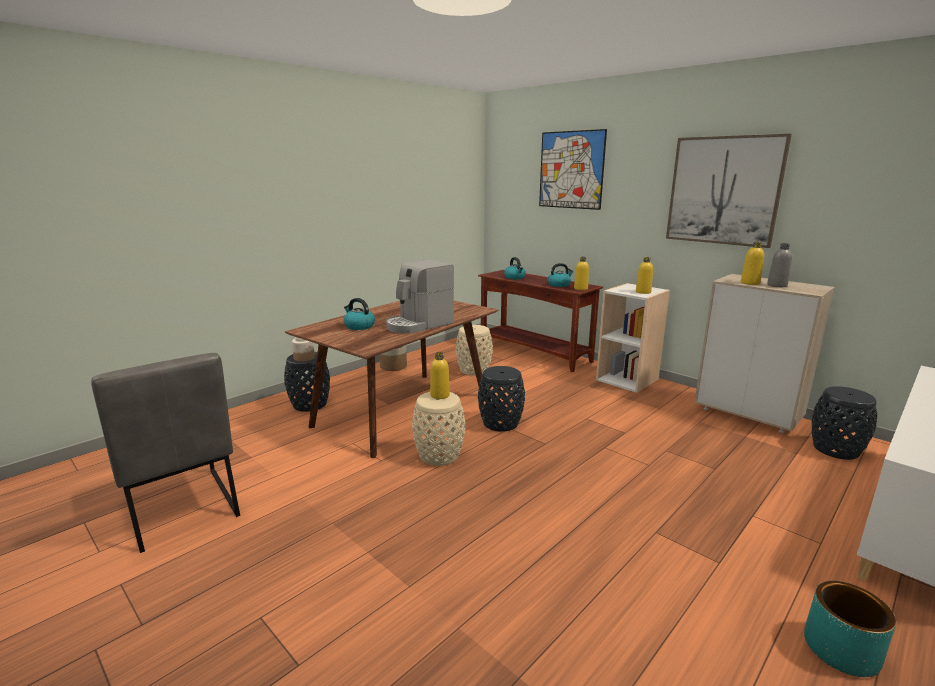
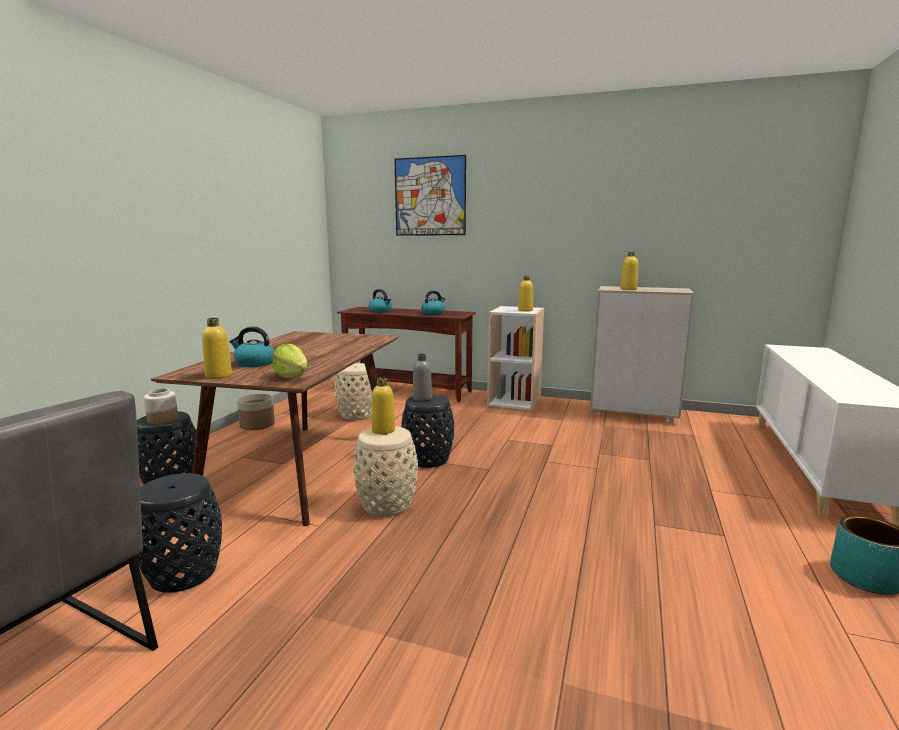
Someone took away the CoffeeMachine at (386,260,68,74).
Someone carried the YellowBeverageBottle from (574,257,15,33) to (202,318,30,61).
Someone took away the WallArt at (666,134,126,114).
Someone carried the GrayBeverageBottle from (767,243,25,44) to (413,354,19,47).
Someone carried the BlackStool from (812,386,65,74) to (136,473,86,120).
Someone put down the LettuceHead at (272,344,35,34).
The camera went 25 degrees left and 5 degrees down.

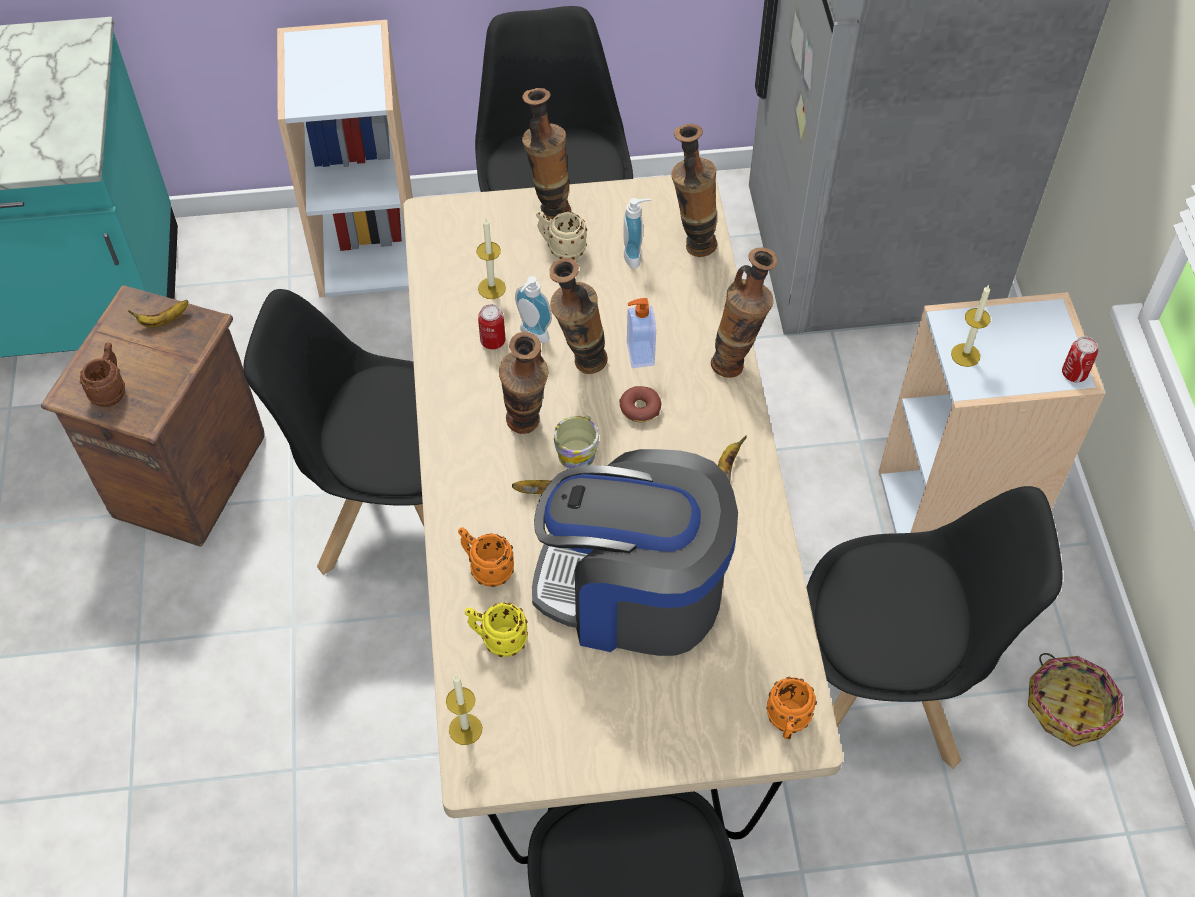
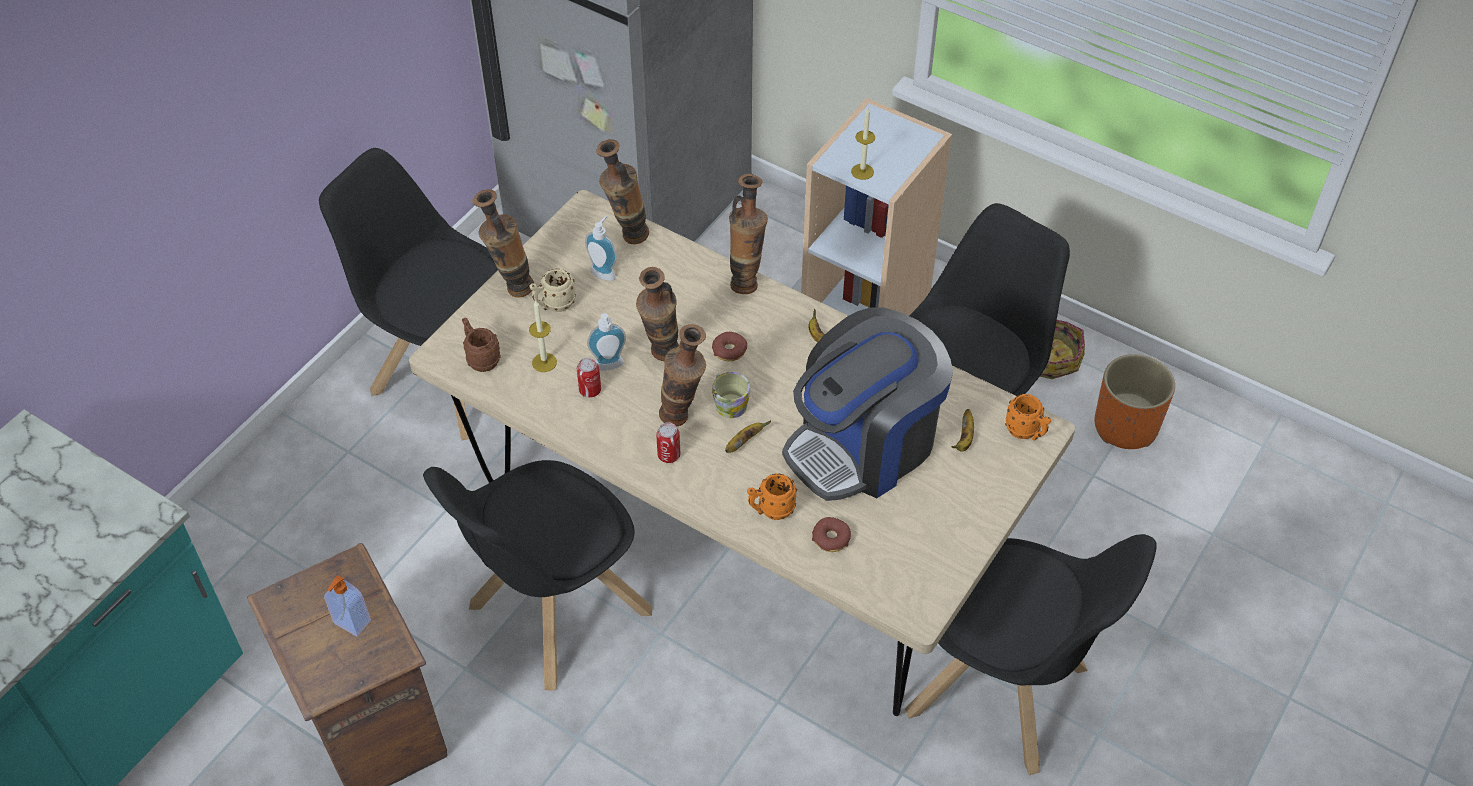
Someone carried the BrownTeaMug from (80,342,45,65) to (462,318,39,54).
Someone carried the BananaFruit from (128,300,61,27) to (952,409,22,42).
Someone took away the ShelvingUnit at (277,20,136,277).
Someone took away the Candle at (446,675,36,70).
Someone swapped the YellowTeaMug at (465,602,63,55) for the RingDoughnut at (812,517,39,35).
Someone carried the SoapBottle from (627,298,29,70) to (324,575,47,61).
Someone carried the SealedCan from (1062,336,36,46) to (656,422,24,41).
Someone put down the OrangeyPlanter at (1095,354,80,95).
The camera went 50 degrees left and 5 degrees down.

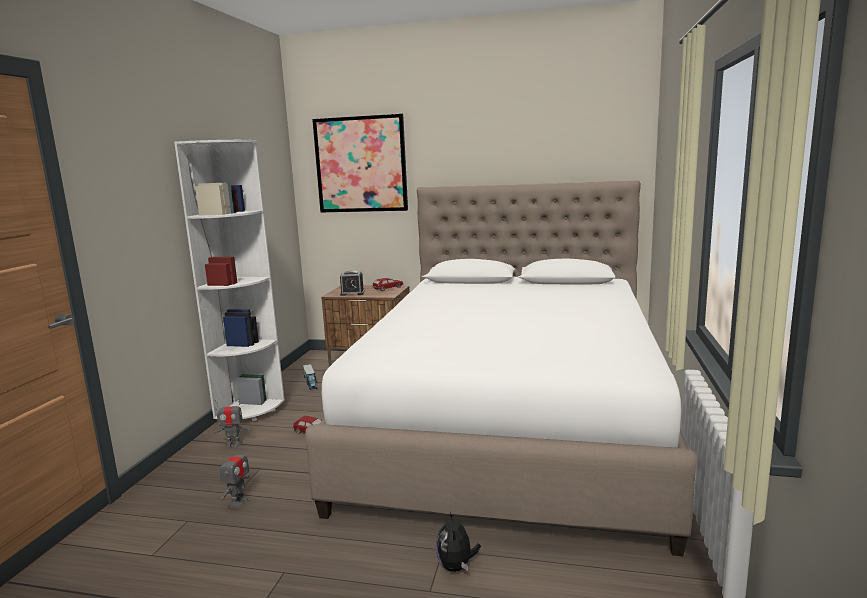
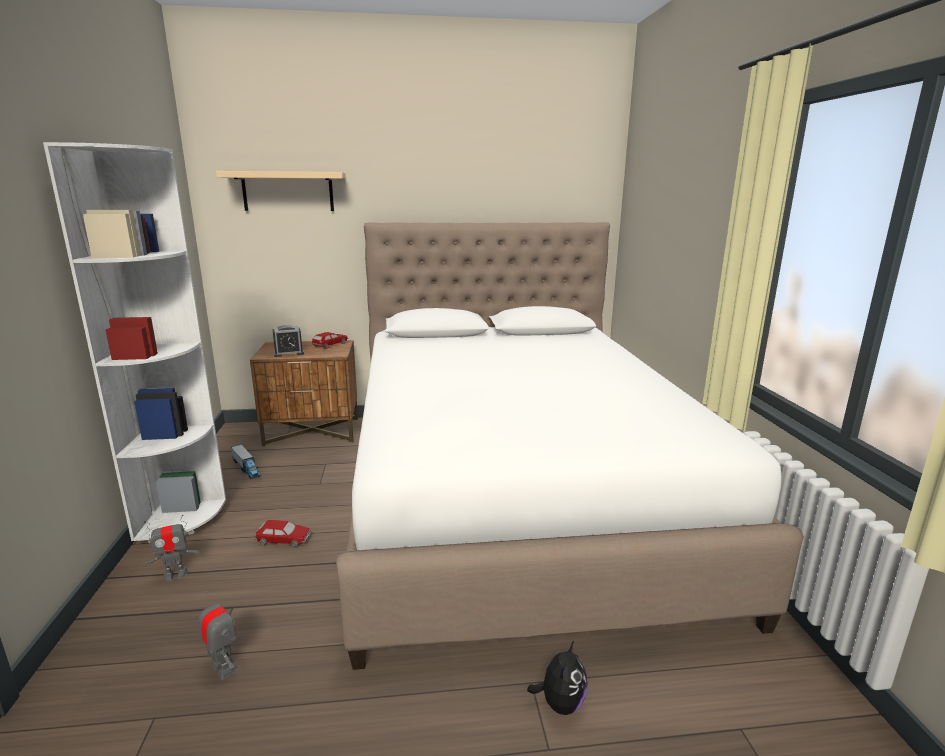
Someone rotated the RobotFigure at (220,443,30,65) by 45 degrees counterclockwise.
Someone swapped the WallArt at (312,114,96,99) for the BeigeColouredBracketShelf at (216,171,130,40).
Someone rotated the CuddlyToy at (436,512,45,60) by 135 degrees counterclockwise.
The camera went 20 degrees left and 5 degrees up.

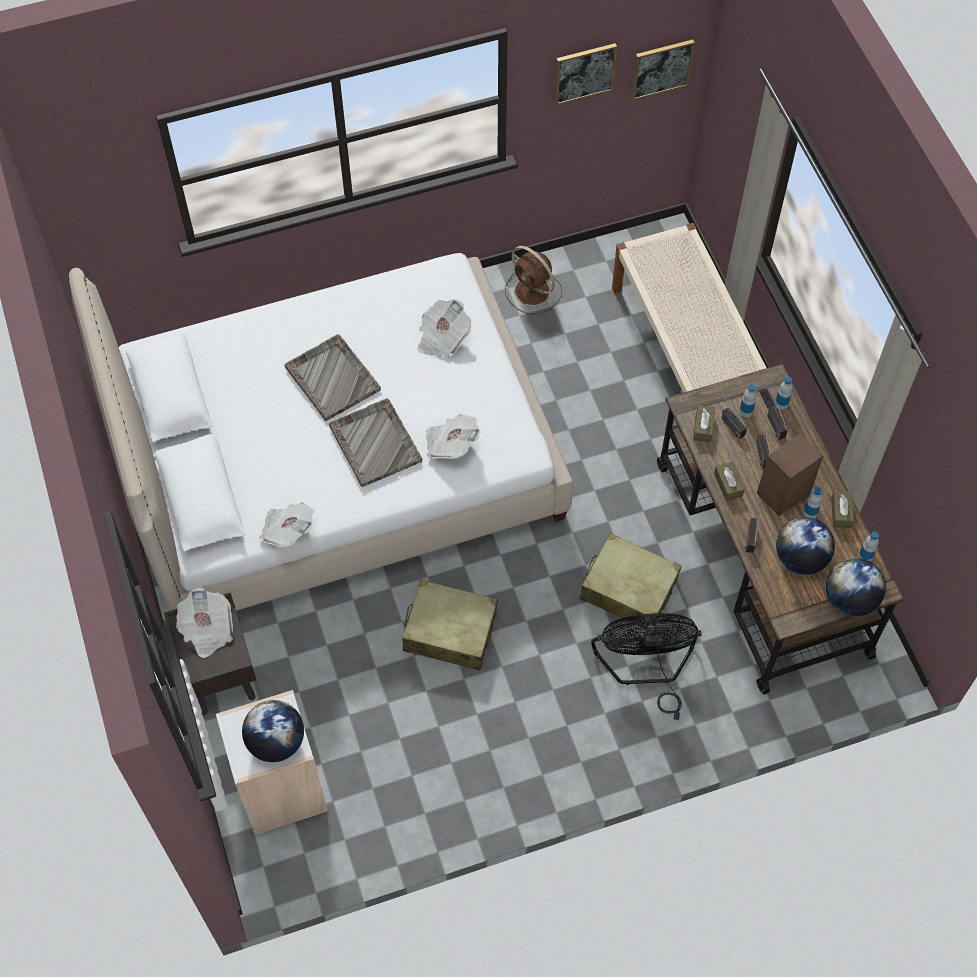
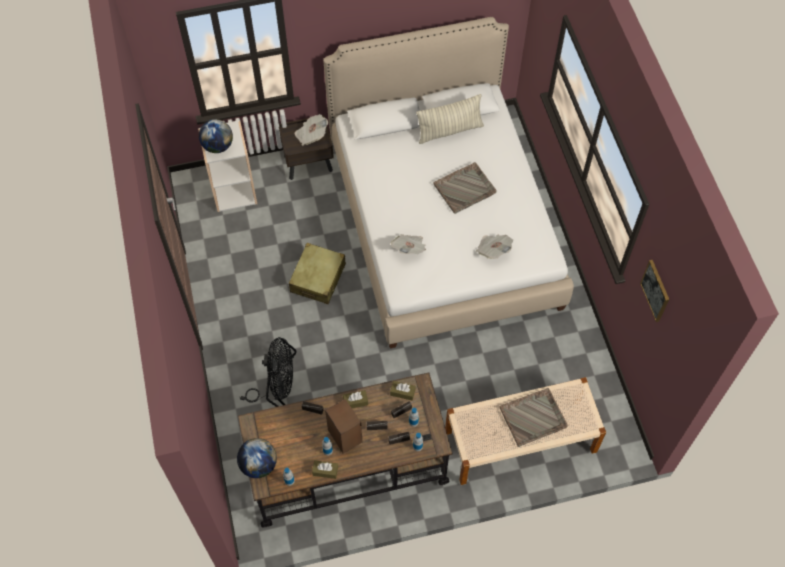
Someone took away the Newspaper at (259,503,55,45).
Someone carried the GrayServingTray from (329,398,93,89) to (499,388,69,59).
Someone took away the BrownElectricFan at (505,246,57,69).
Someone took away the BeigeColouredSuitcase at (580,533,101,95).
Someone took away the WallArt at (631,39,64,61).
Someone took away the Globe at (776,517,59,58).
Someone put down the ThrowPillow at (416,94,68,50).
The camera went 95 degrees right and 0 degrees up.

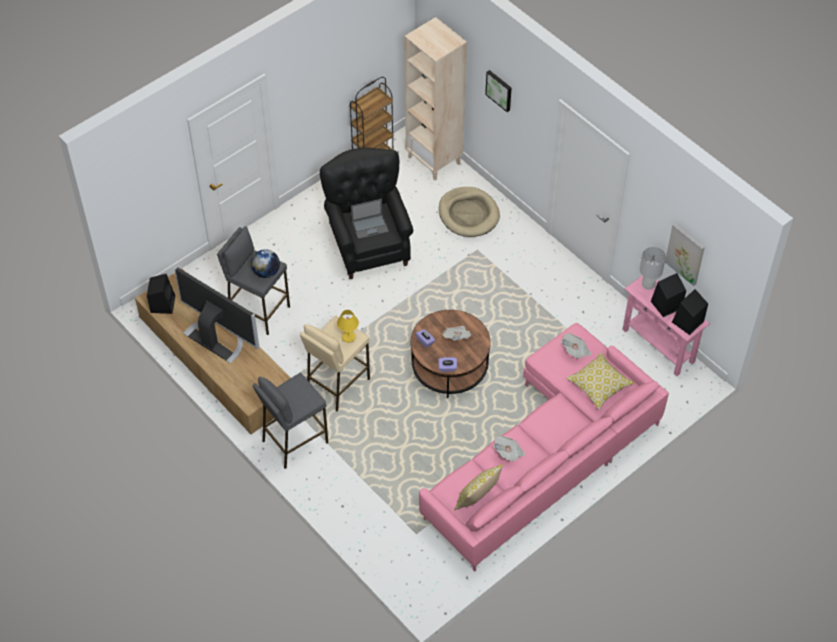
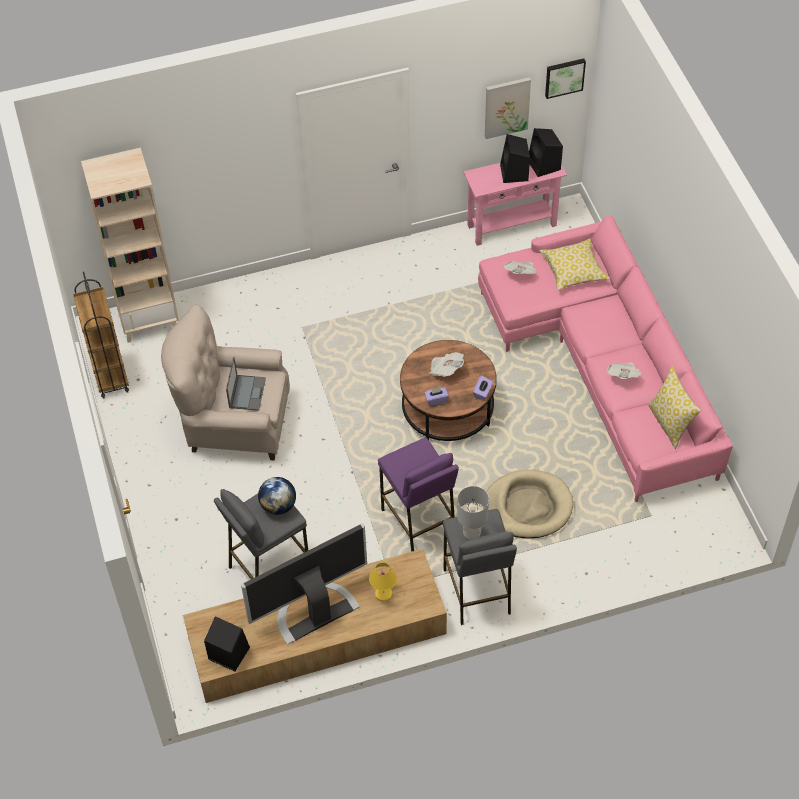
Someone repainted the BeigeColouredStool at (300,316,70,95), which became the PurpleStool at (378,437,81,115).
Someone repainted the BlackLoungeChair at (320,147,93,132), which became the BeigeColouredLoungeChair at (161,305,129,155).
Someone carried the YellowLampForATable from (337,310,22,33) to (369,562,28,39).
Someone carried the BeigeColouredDogBed from (439,187,61,50) to (483,470,90,68).
Someone carried the WallArt from (485,70,27,42) to (545,59,41,40).
Someone carried the GrayLampForATable from (640,247,26,43) to (457,486,32,54).
The camera went 65 degrees left and 0 degrees up.

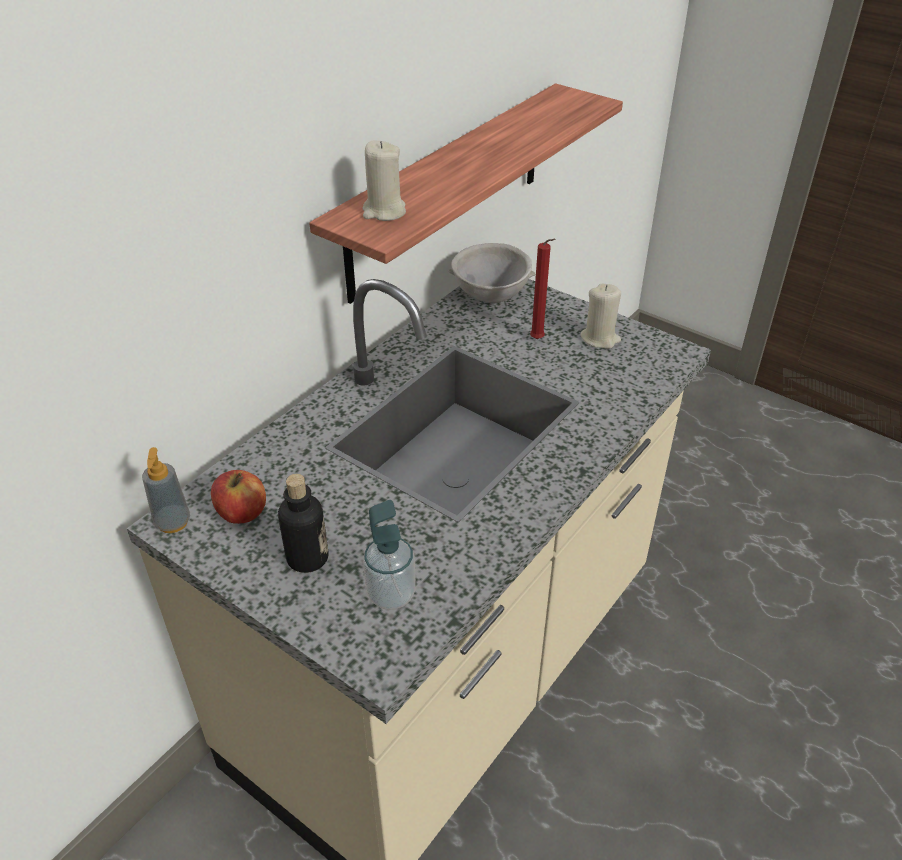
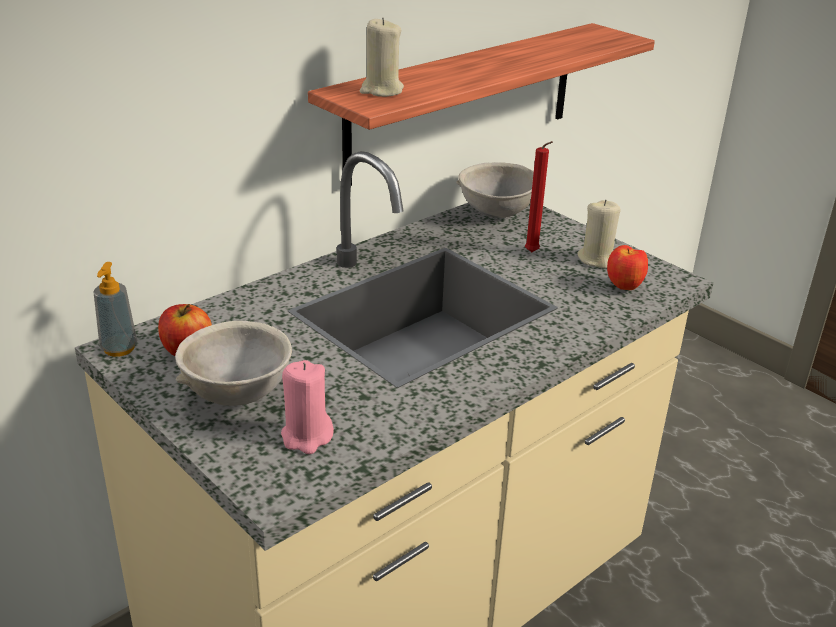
Someone swapped the BeverageBottle at (278,474,51,99) for the GrayDeepDish at (175,321,117,85).
Someone swapped the SoapBottle at (363,500,53,110) for the PinkishCandle at (281,360,53,94).
Someone put down the AppleFruit at (607,245,41,45).
The camera went 10 degrees right and 10 degrees down.

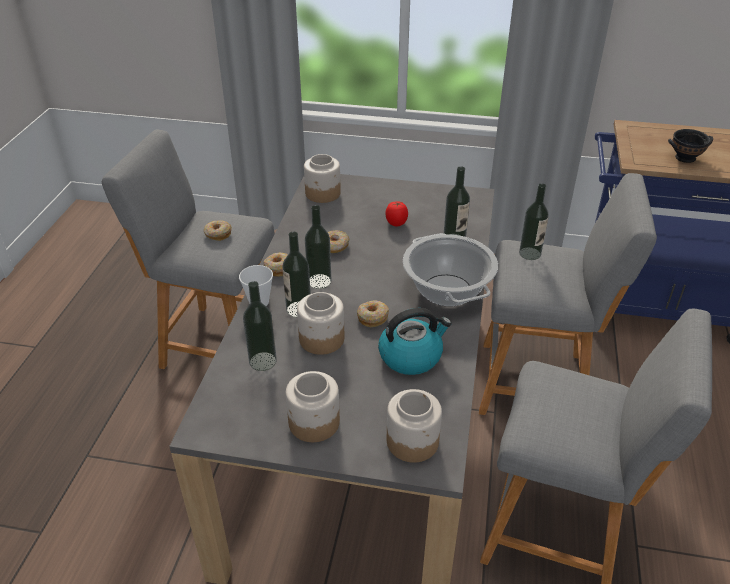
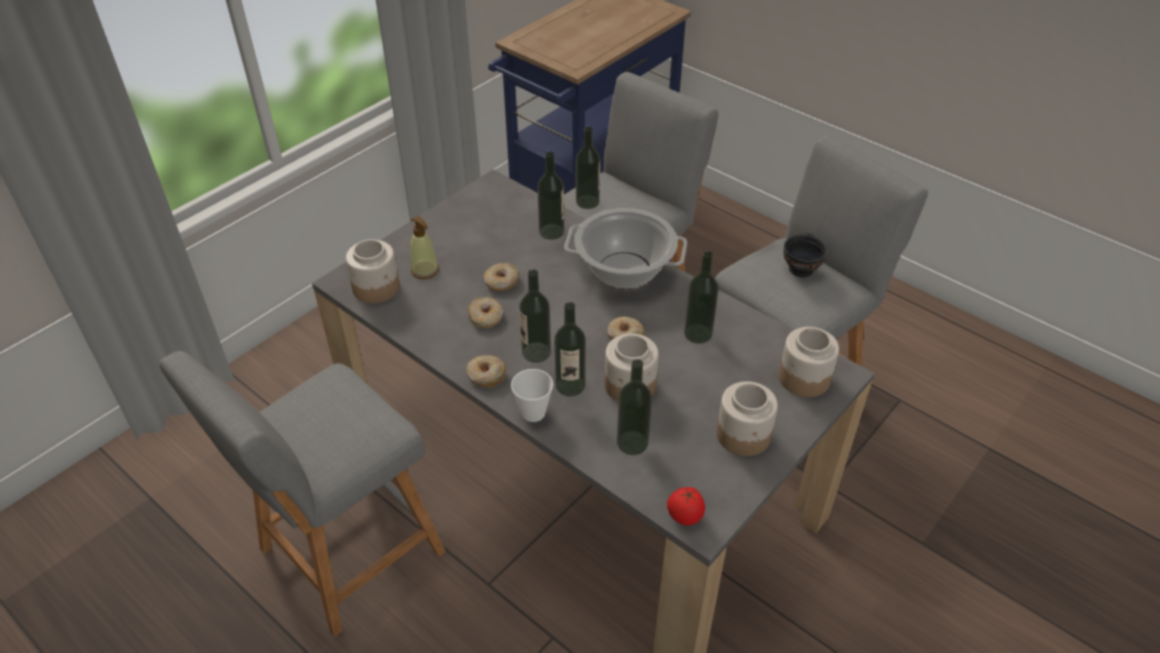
Someone carried the RingDoughnut from (204,220,28,21) to (484,263,36,28).
Someone swapped the WaterKettle at (378,308,74,67) for the BeverageBottle at (684,251,35,93).
Someone carried the WholeTomato from (386,201,22,25) to (667,487,38,39).
Someone carried the BlackDeepDish from (668,129,45,34) to (783,233,44,44).
Someone put down the SoapBottle at (410,216,29,63).
The camera went 60 degrees left and 5 degrees up.

